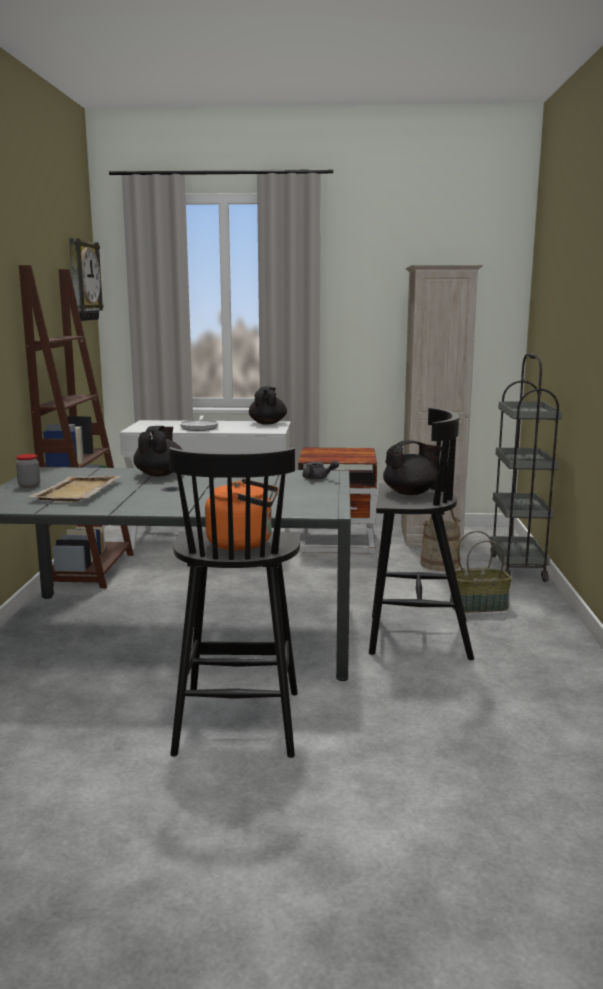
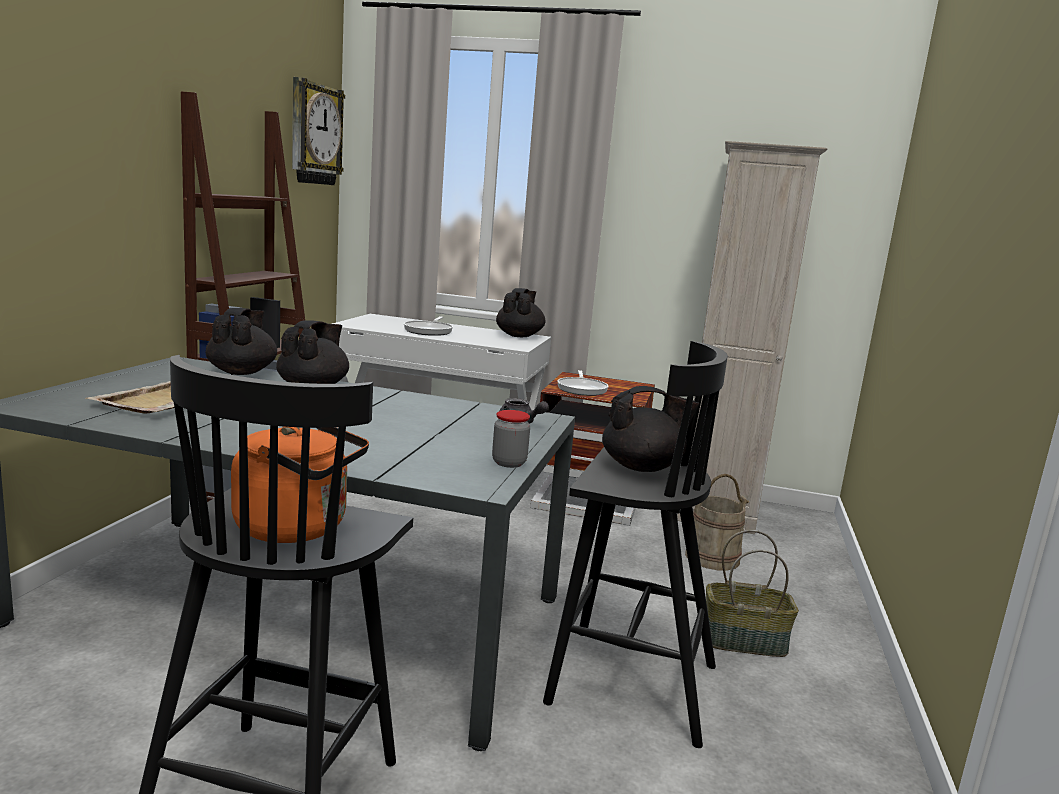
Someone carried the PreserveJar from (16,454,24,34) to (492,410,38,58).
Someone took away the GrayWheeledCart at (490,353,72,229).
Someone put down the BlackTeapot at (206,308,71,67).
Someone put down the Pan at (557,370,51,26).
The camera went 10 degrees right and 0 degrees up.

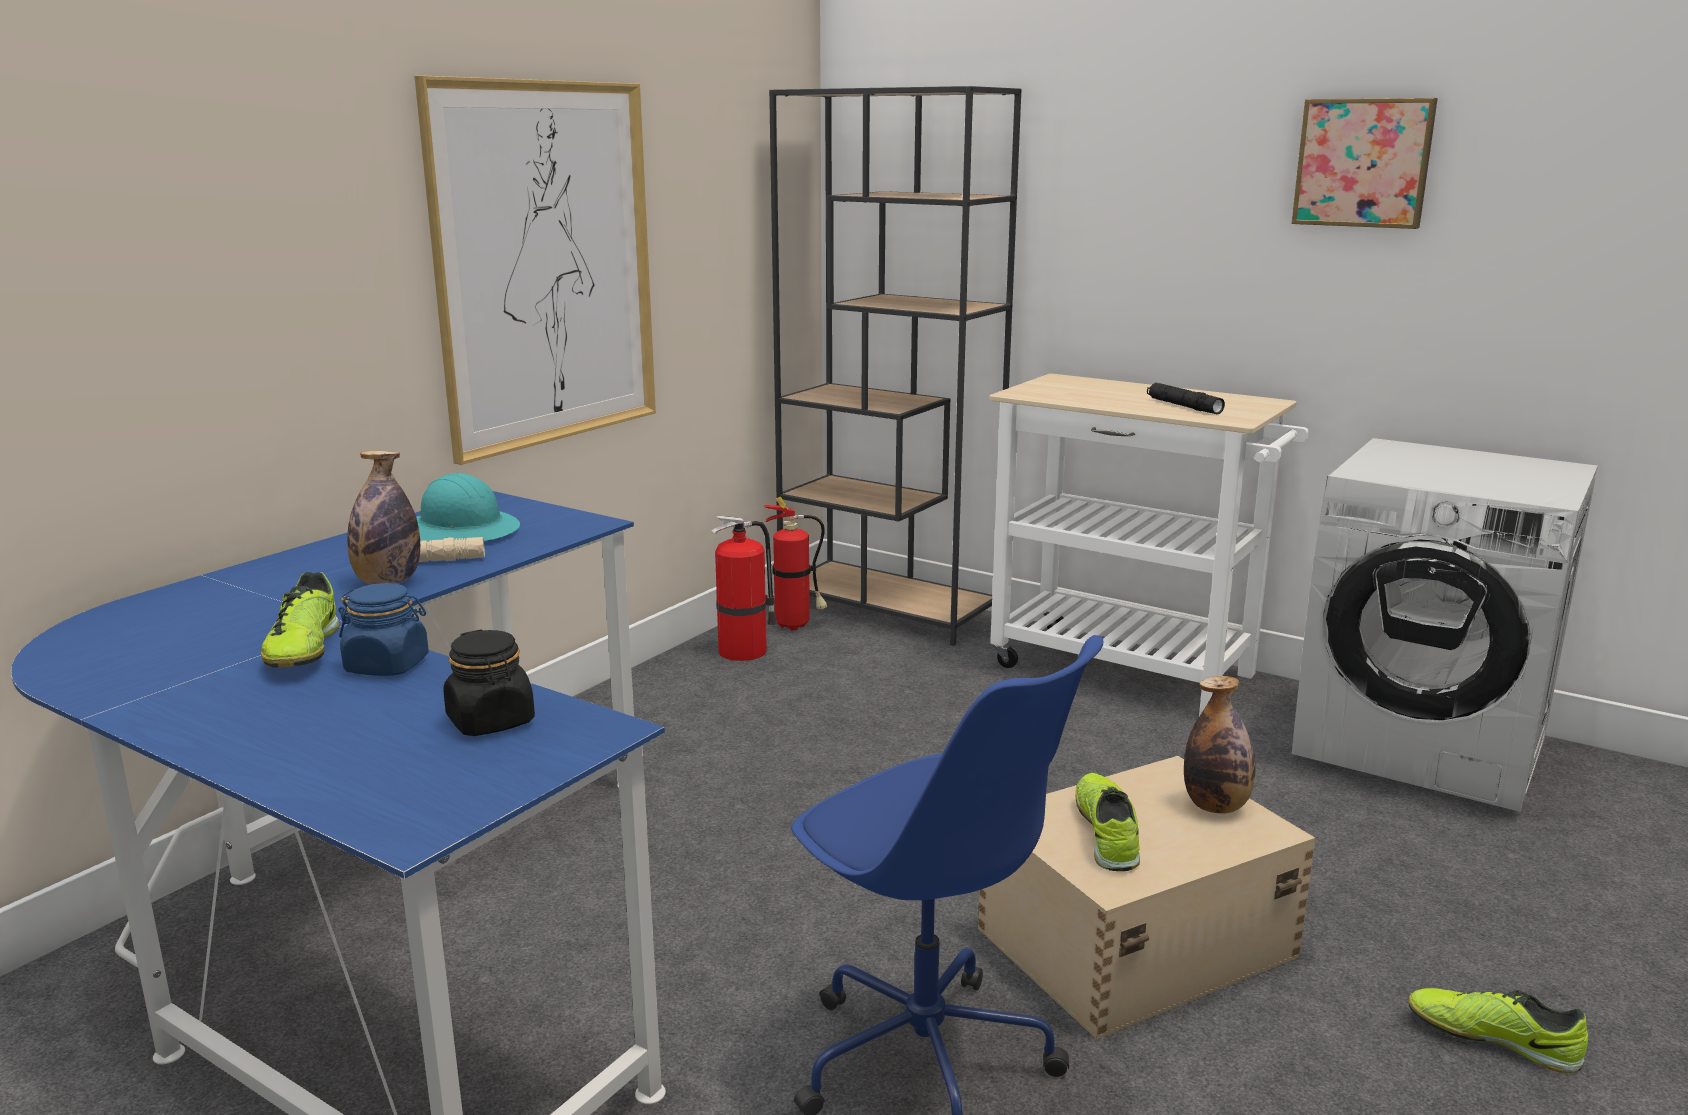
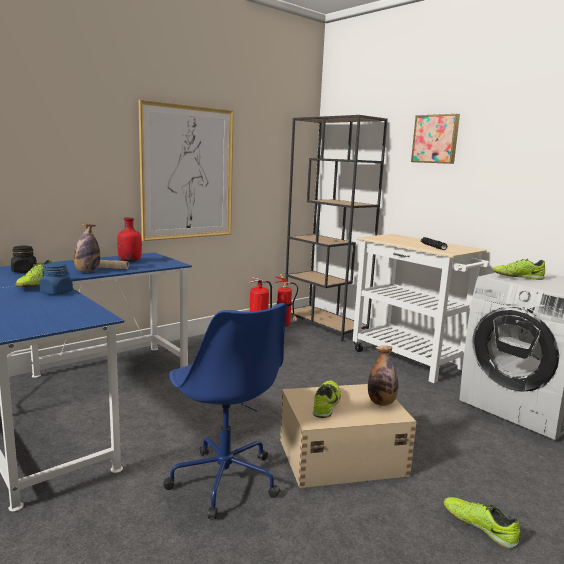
Someone swapped the TurquoiseHardHat at (416,473,104,69) for the RedColouredBeverageBottle at (117,217,25,45).
Someone carried the BlackPreserveJar from (443,629,92,107) to (11,246,26,27).
Someone carried the WallArt from (1291,98,147,131) to (411,114,49,50).
Someone put down the Shoe at (492,259,53,21).
The camera went 15 degrees right and 5 degrees down.

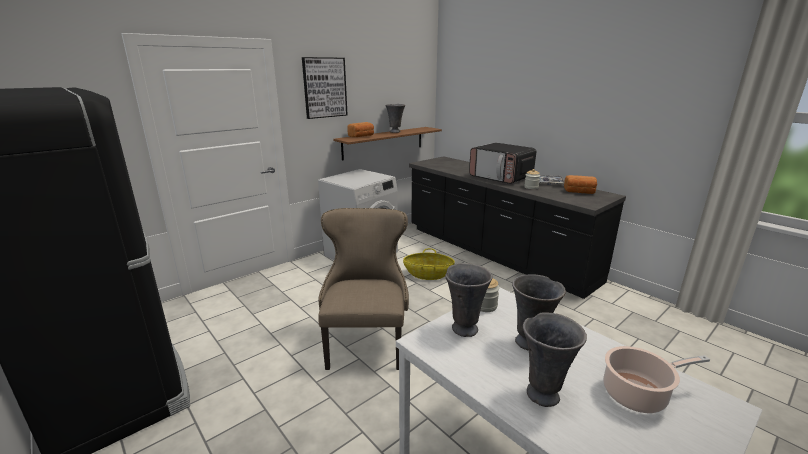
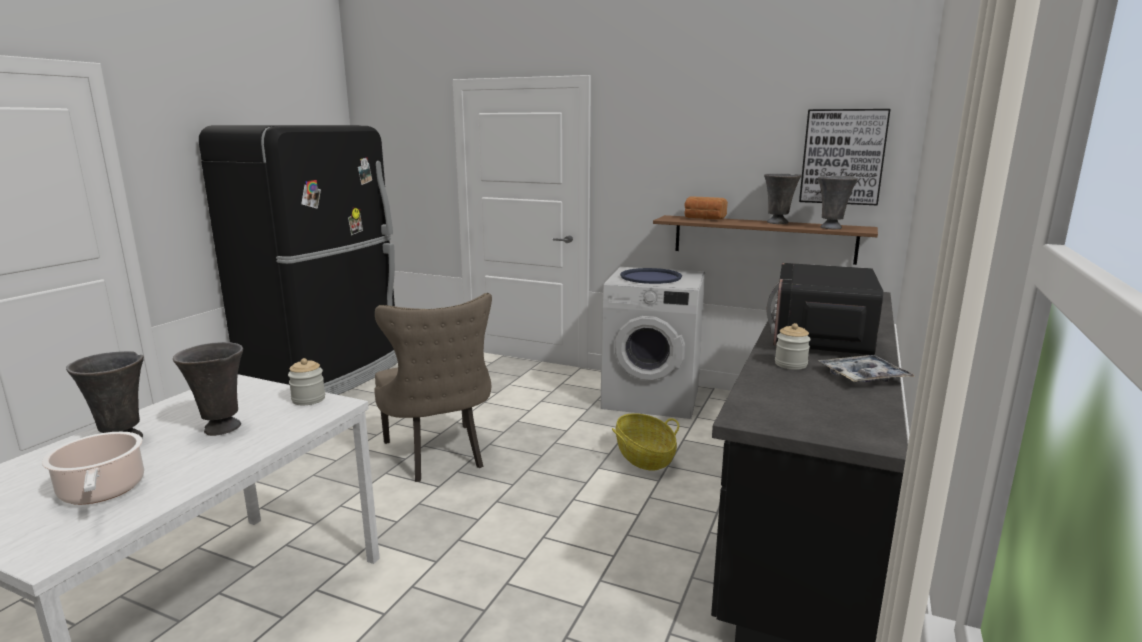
Someone carried the WallArt from (302,57,46,62) to (799,109,92,97).
Someone rotated the BeigeColouredPlainChair at (318,208,91,162) by 90 degrees clockwise.
Someone carried the GrayVase from (445,263,47,74) to (818,176,40,53).
Someone took away the BakeryBread at (564,175,33,19).
Someone put down the BlueServingTray at (620,268,62,16).
The camera went 65 degrees right and 5 degrees down.

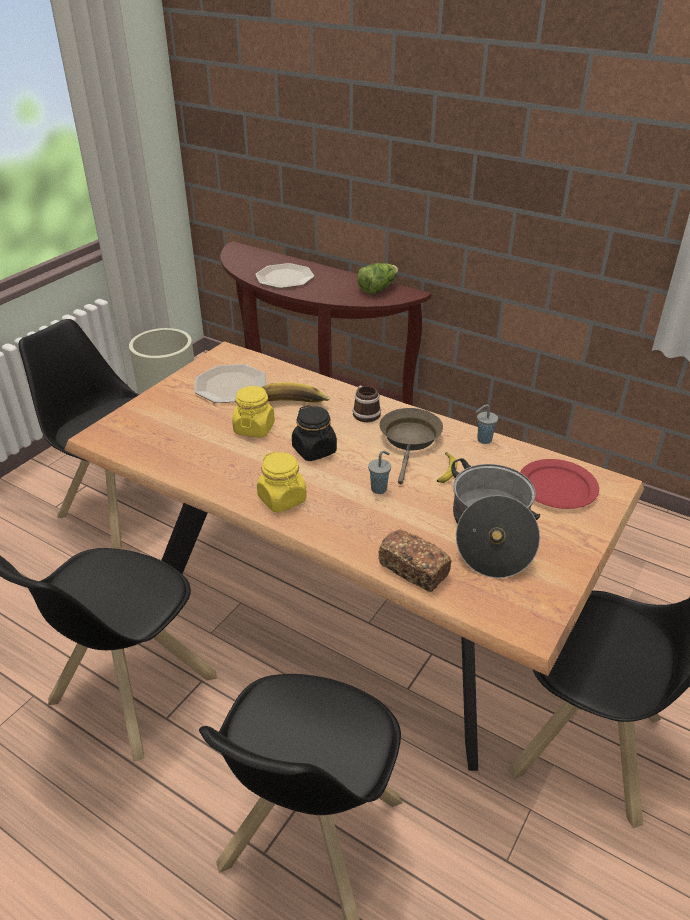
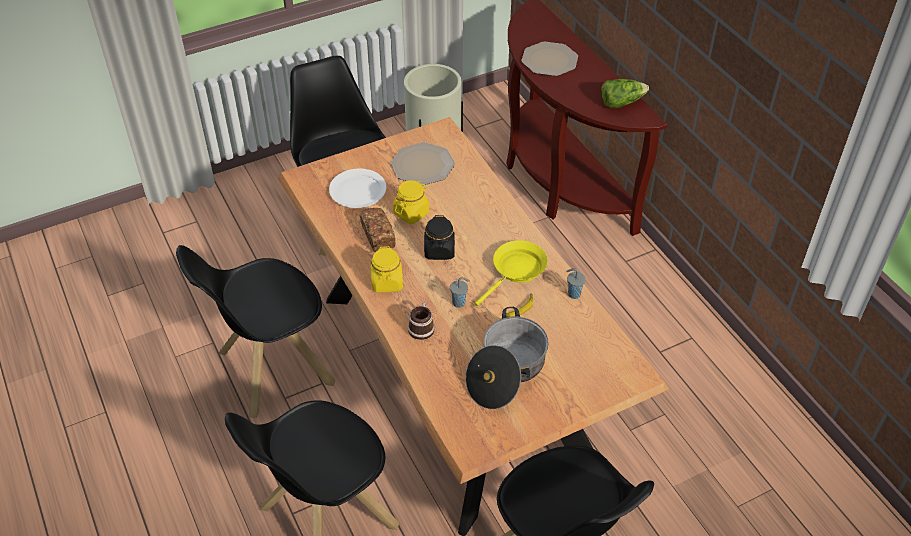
Someone took away the BananaFruit at (262,382,68,21).
Someone carried the TeaMug from (352,385,29,37) to (408,302,27,38).
Someone carried the BakeryBread from (378,529,73,63) to (360,208,36,44).
Someone repainted the BrownPan at (379,408,64,76), which became the YellowPan at (475,240,73,66).
Someone took away the RedColouredFlatDish at (520,459,79,50).
Someone put down the WhitishFlatDish at (329,169,57,39).
The camera went 30 degrees right and 10 degrees up.

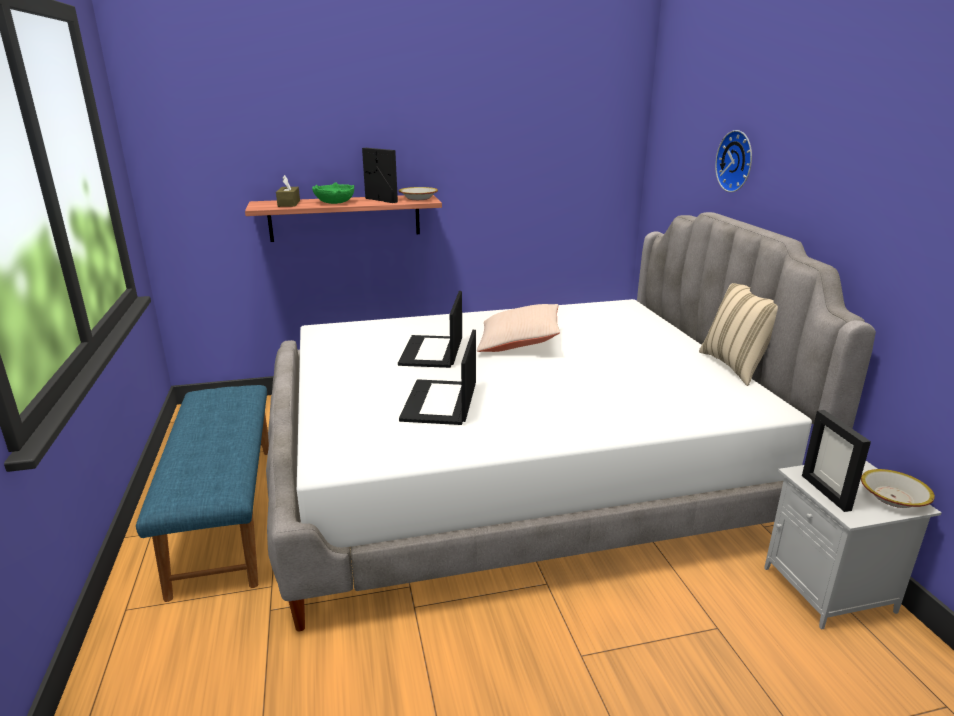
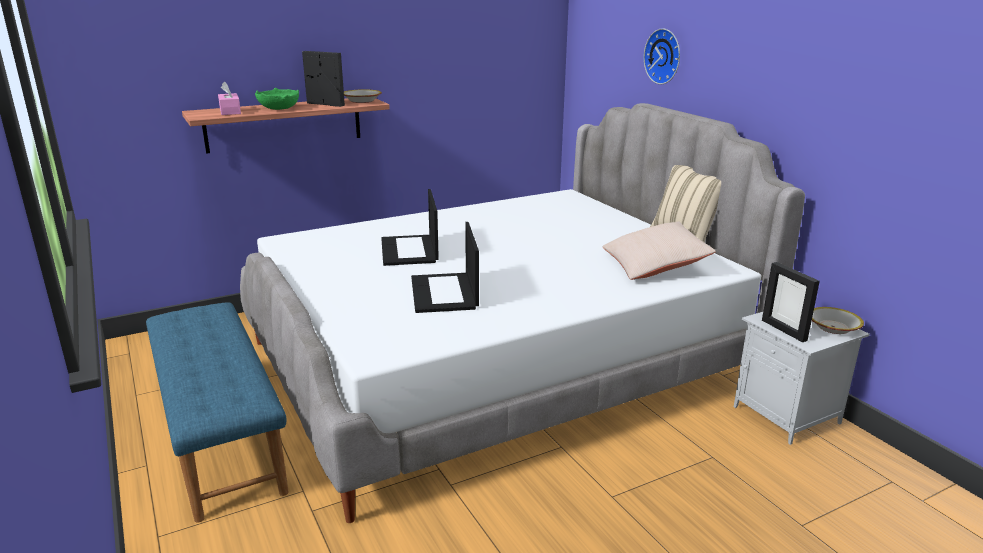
Someone repainted the BrownTissueHolder at (276,175,24,32), which became the PinkishTissueHolder at (218,81,23,34).
Someone carried the BeigeColouredThrowPillow from (477,304,83,48) to (602,221,114,59).
The camera went 15 degrees left and 0 degrees up.

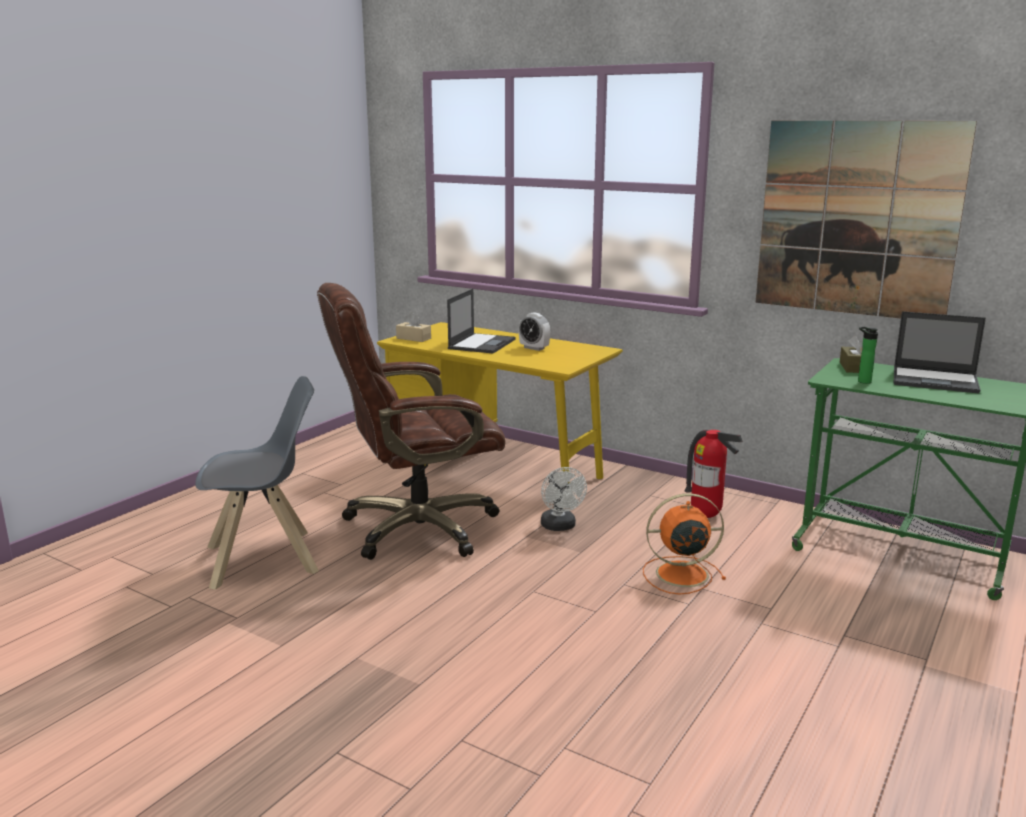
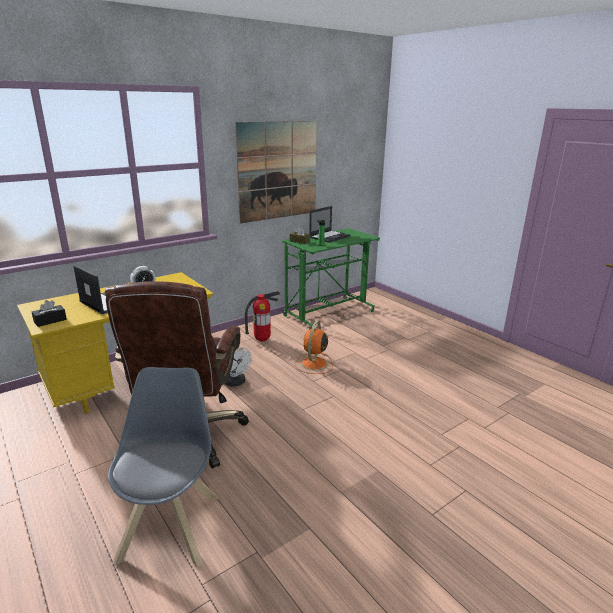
Someone repainted the BeigeColouredTissueHolder at (396,313,35,29), which became the BlackTissueHolder at (32,300,35,27).
Someone rotated the WhitishElectricFan at (541,467,46,64) by 45 degrees clockwise.
The camera went 70 degrees left and 5 degrees up.

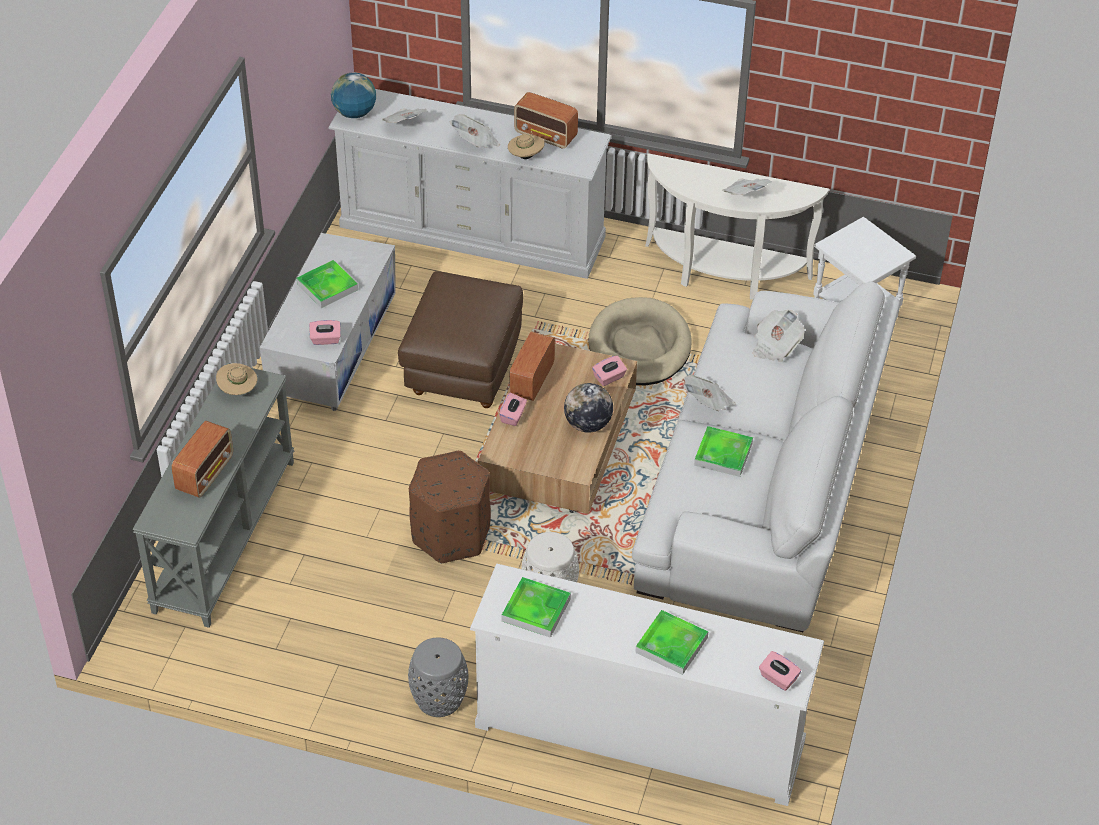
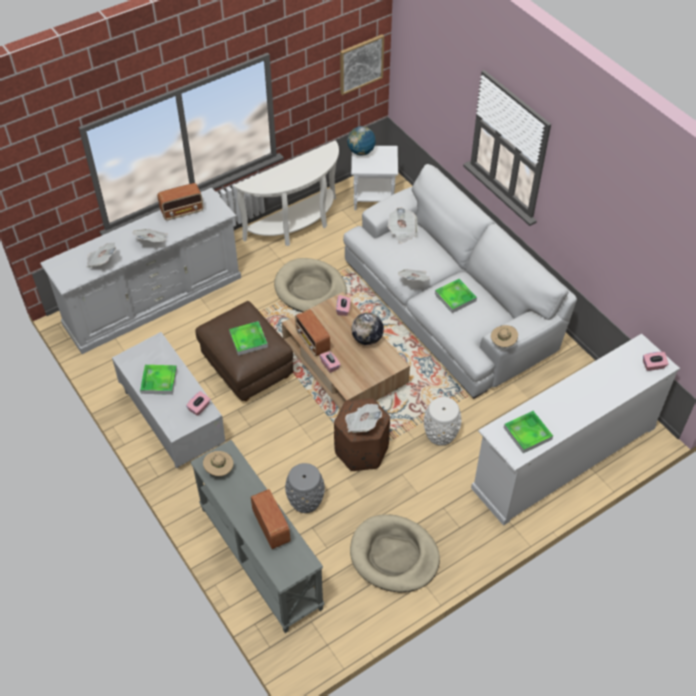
Someone carried the Globe from (331,73,45,45) to (347,126,29,29).
Someone carried the GrayStool from (408,637,60,80) to (285,463,40,50).
Someone carried the BeigeColouredHat from (508,131,37,28) to (491,325,27,22).
Someone carried the ServingTray from (635,610,73,65) to (229,321,39,35).
Someone carried the Newspaper from (723,179,49,16) to (345,404,37,29).
Someone put up the WallArt at (340,34,44,61).
Someone put down the BeigeColouredDogBed at (350,515,90,77).
The camera went 50 degrees left and 5 degrees up.

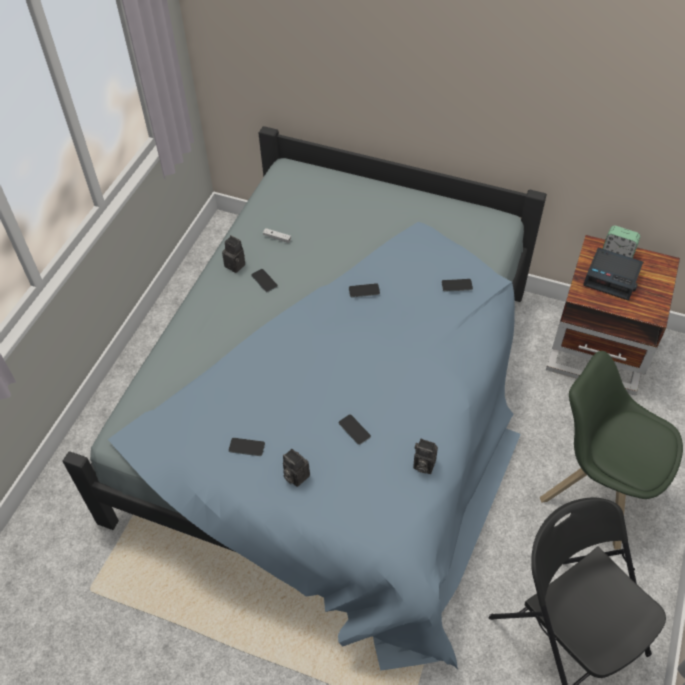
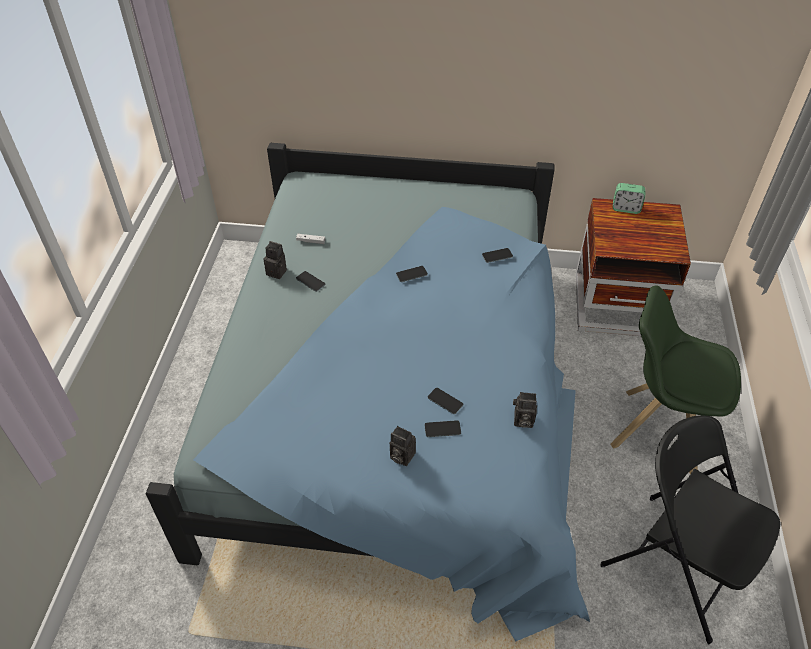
Someone carried the Phone from (229,438,36,18) to (424,420,37,17).
Someone took away the TableClock at (583,248,60,52).
The camera went 15 degrees left and 5 degrees down.

